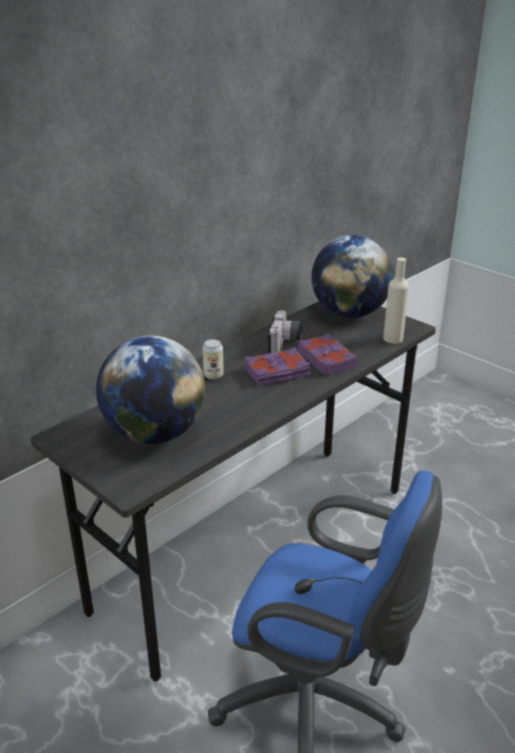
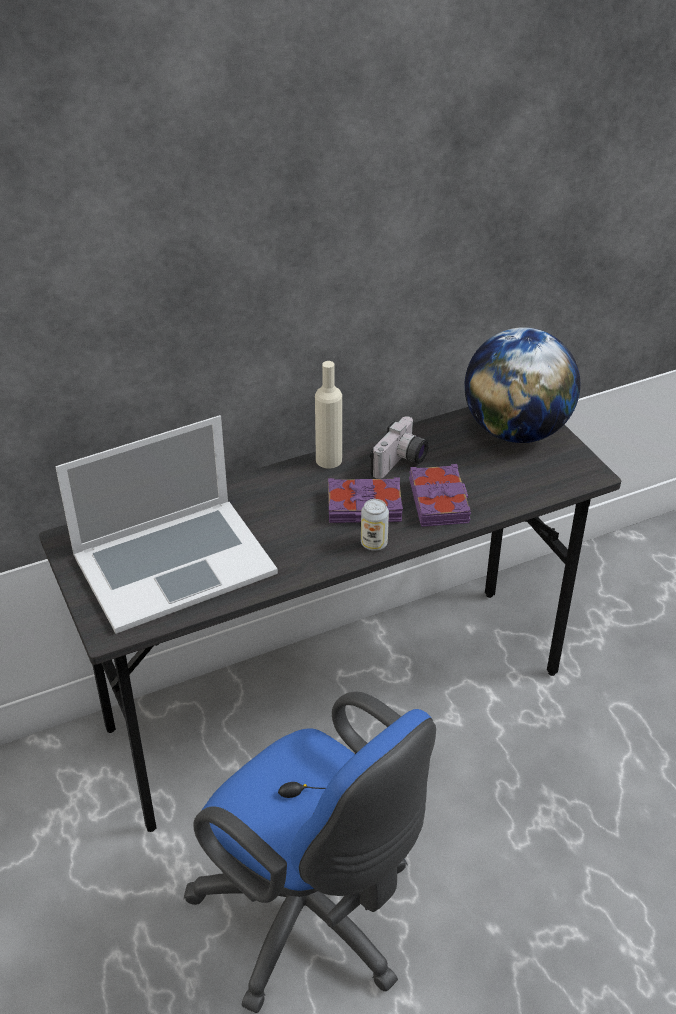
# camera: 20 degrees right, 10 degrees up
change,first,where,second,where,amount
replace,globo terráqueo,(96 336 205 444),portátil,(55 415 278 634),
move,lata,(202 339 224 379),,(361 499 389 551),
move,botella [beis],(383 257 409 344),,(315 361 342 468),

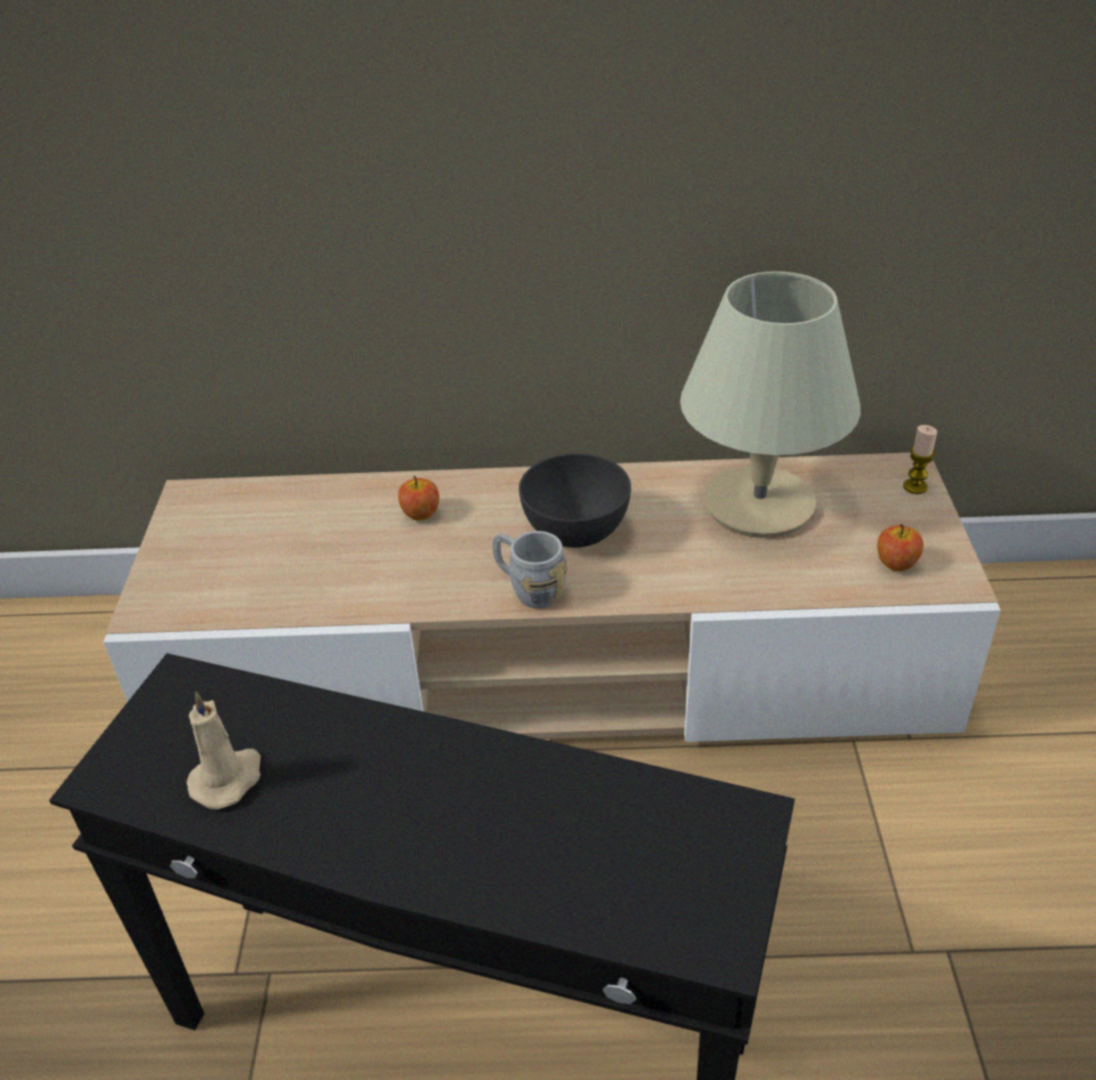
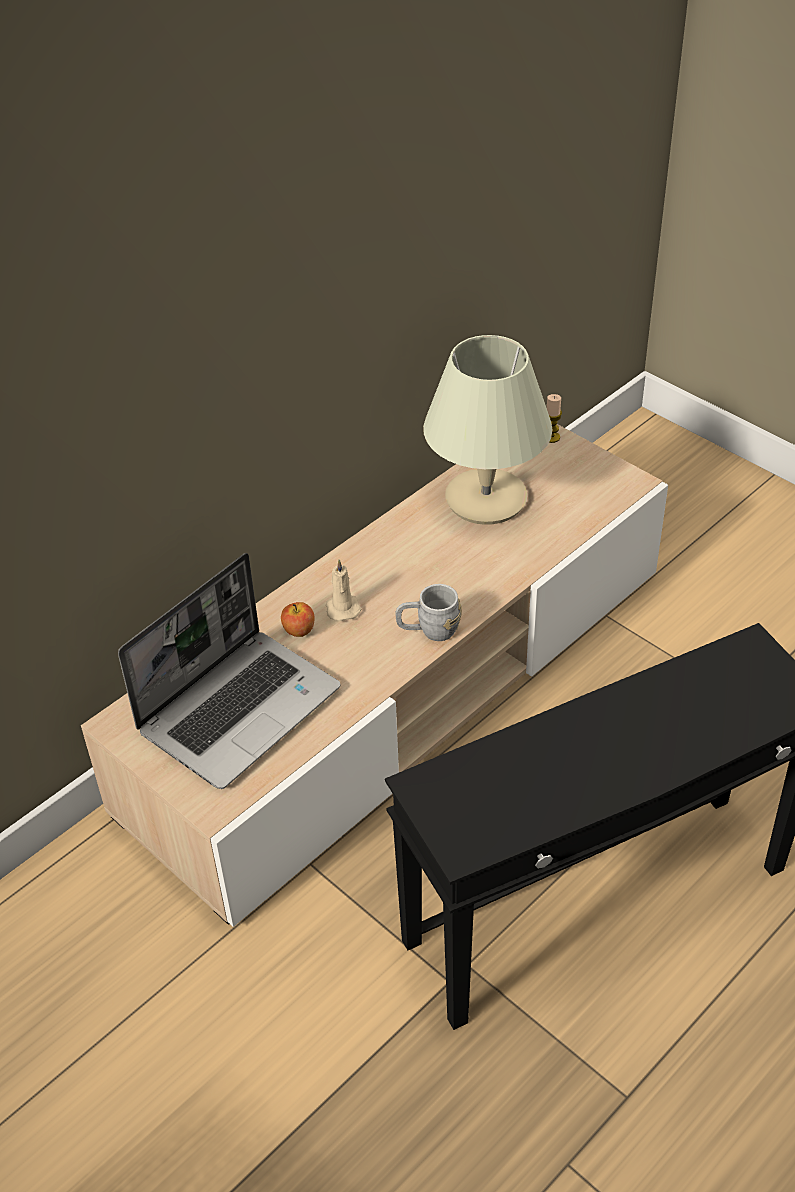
# camera: 45 degrees left, 5 degrees up
change,first,where,second,where,amount
move,vela [beis],(187 691 261 809),,(326 559 361 621),
delete,cuenco [gris],(519 453 631 548),,,
delete,manzana,(877 524 923 571),,,
insert,,,portátil,(118 553 341 789),

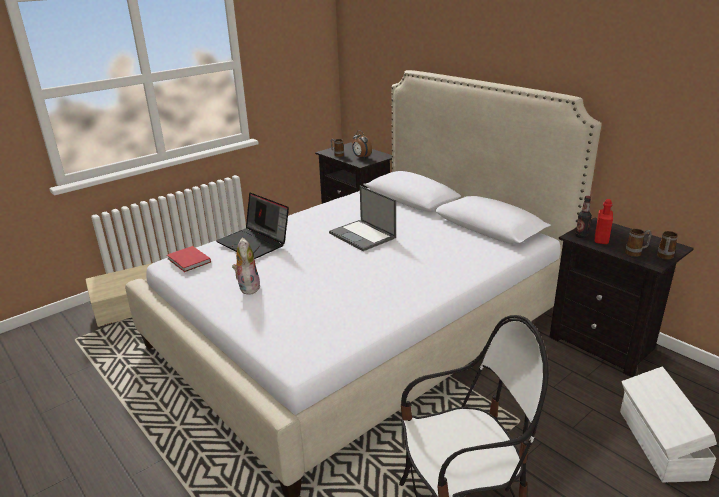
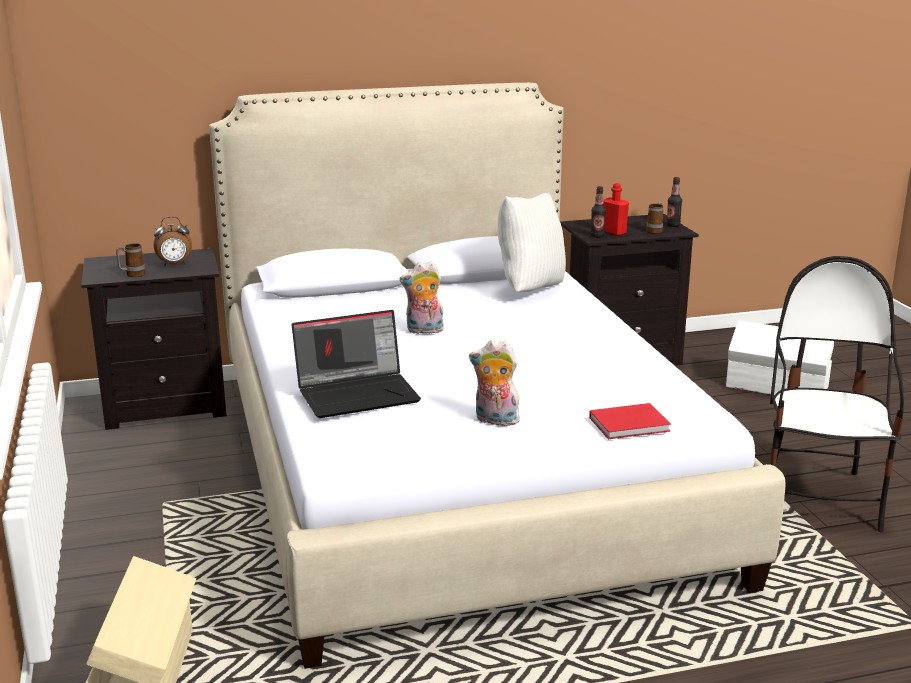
# camera: 65 degrees left, 5 degrees down
change,first,where,second,where,amount
move,libro [rojo],(167 246 211 272),,(589 403 671 439),
replace,portátil,(329 186 396 251),peluche,(400 261 444 334),
replace,taza grande,(657 231 678 259),botella,(666 177 682 227),
insert,,,cojín [blanco],(498 193 566 292),

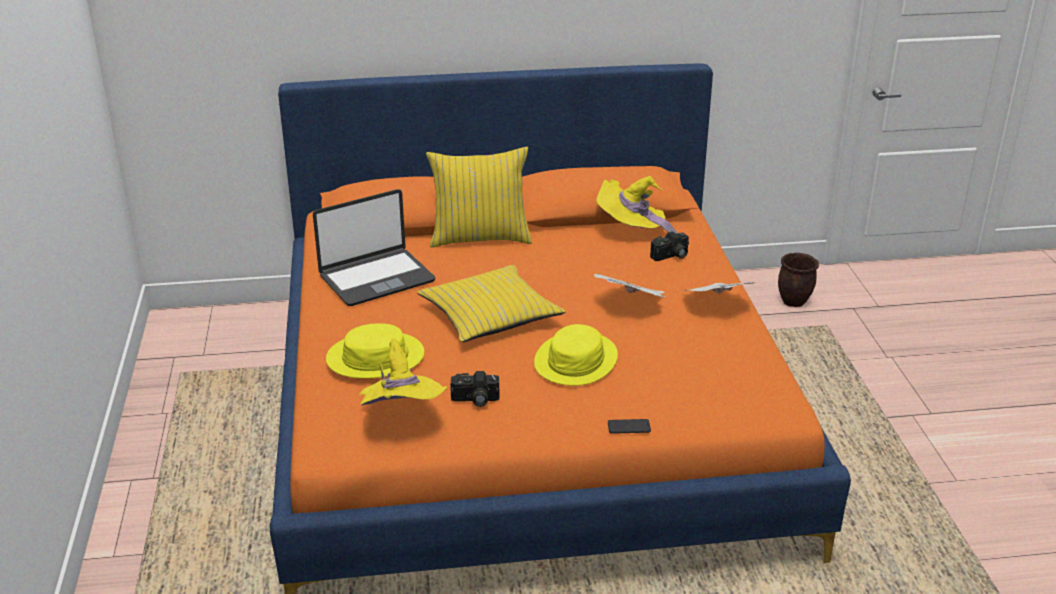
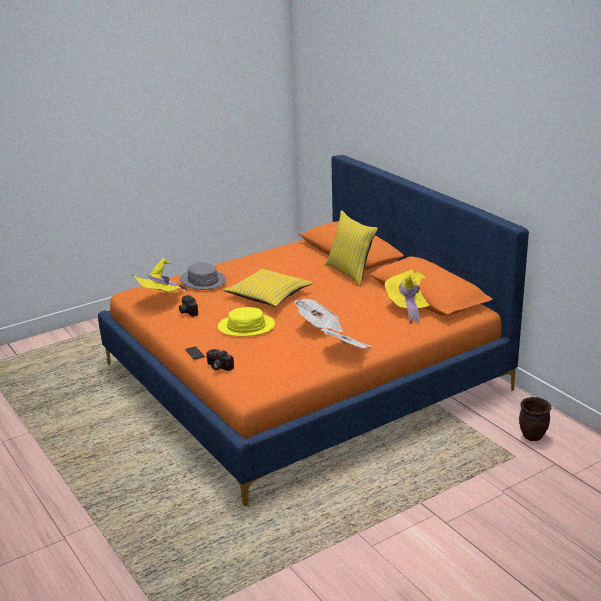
# camera: 65 degrees right, 5 degrees down
change,first,where,second,where,amount
delete,portátil,(313 189 435 306),,,
recolor,sombrero [amarillo],(326 323 424 379),sombrero [gris],(180 262 227 290),
move,cámara,(650 231 689 261),,(206 349 234 371),

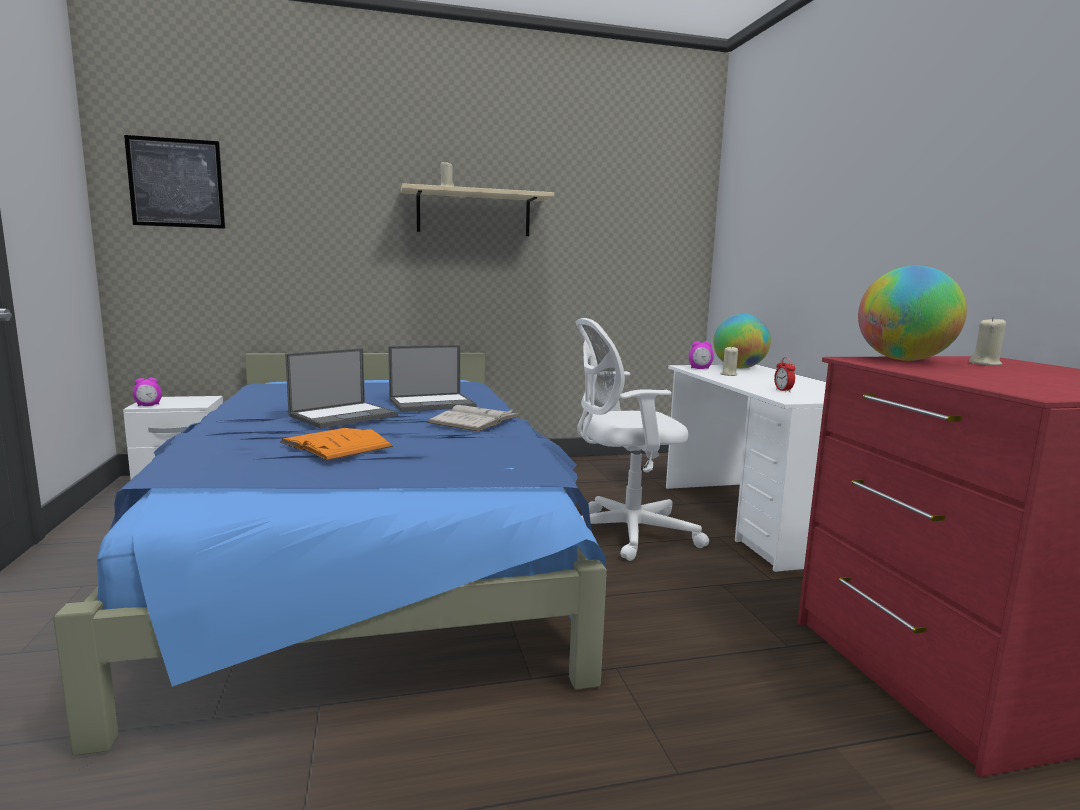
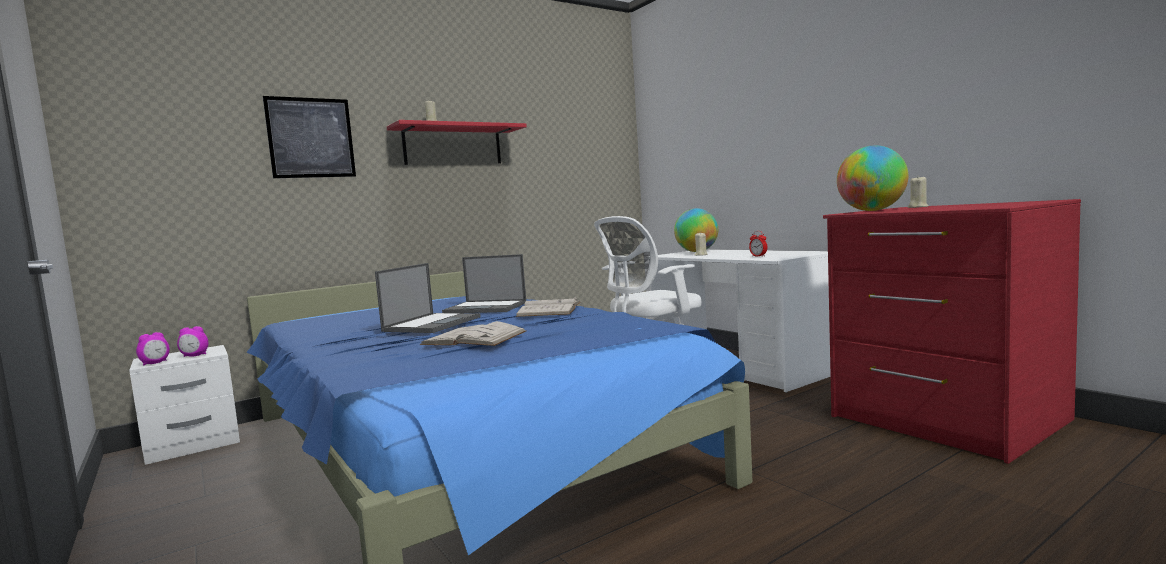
# camera: 20 degrees left, 5 degrees down
change,first,where,second,where,amount
move,cuadro,(124 135 225 229),,(263 96 356 178),
recolor,libro [naranja],(280 428 393 461),libro [blanco],(420 321 527 346),
rotate,portátil,(388 345 477 412),,(442 254 526 313),60 degrees clockwise
recolor,estante [beis],(401 183 554 236),estante [rojo],(387 120 527 165),
move,despertador,(689 341 714 369),,(177 326 208 357),

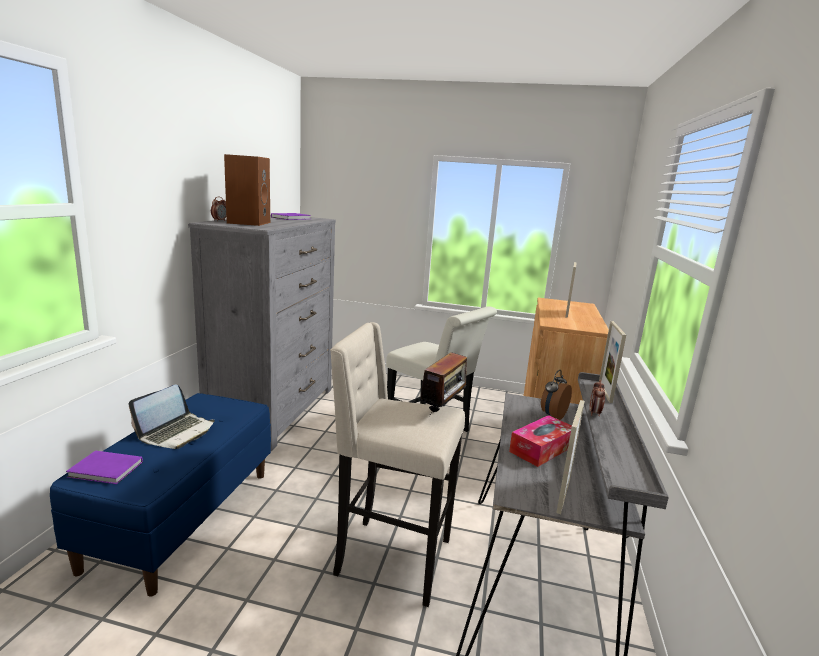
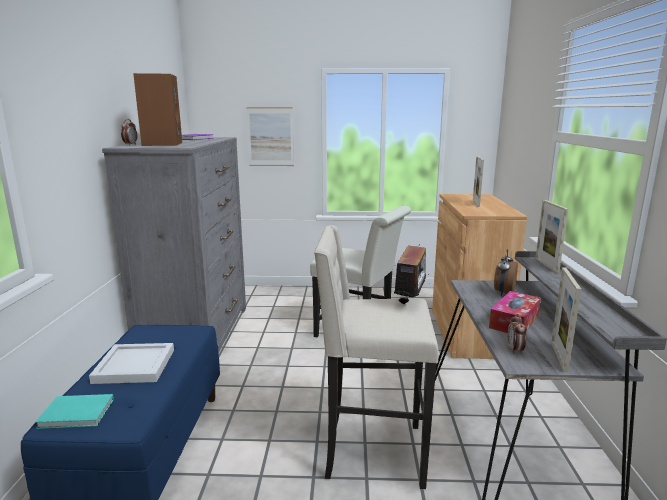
# camera: 10 degrees left, 0 degrees up
change,first,where,second,where,amount
recolor,libro [morado],(66 451 143 484),libro [turquesa],(35 394 114 429),
replace,portátil,(129 385 214 449),bandeja [blanco],(89 343 174 384),
move,despertador,(589 380 605 416),,(508 314 526 354),
insert,,,cuadro,(246 107 294 166),

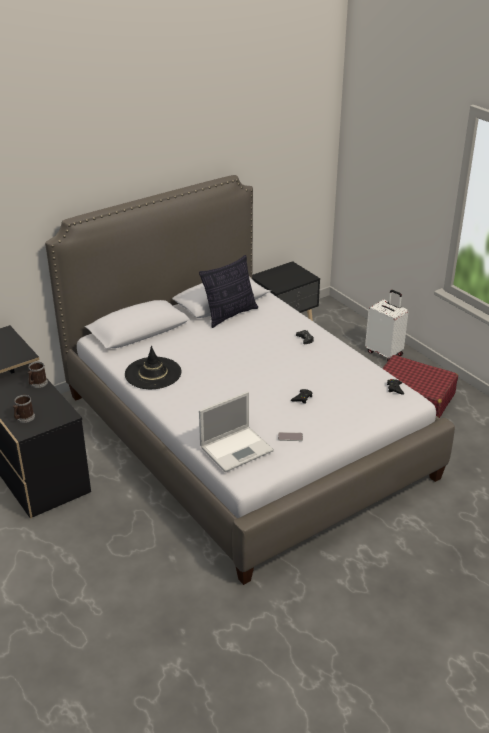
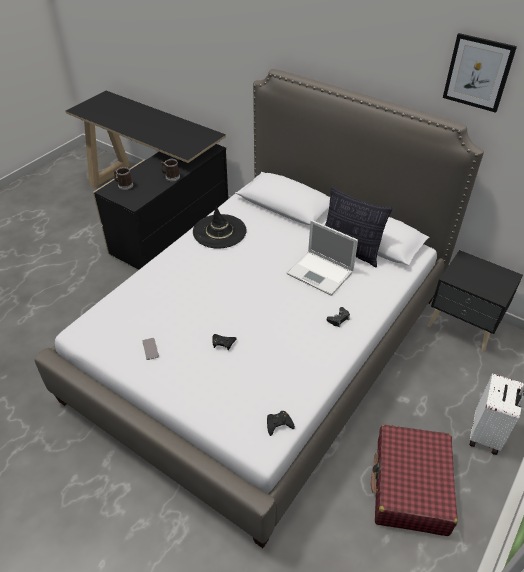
# camera: 70 degrees right, 10 degrees up
change,first,where,second,where,amount
move,portátil,(199 391 274 472),,(286 220 358 296),
insert,,,cuadro,(443 33 517 113),

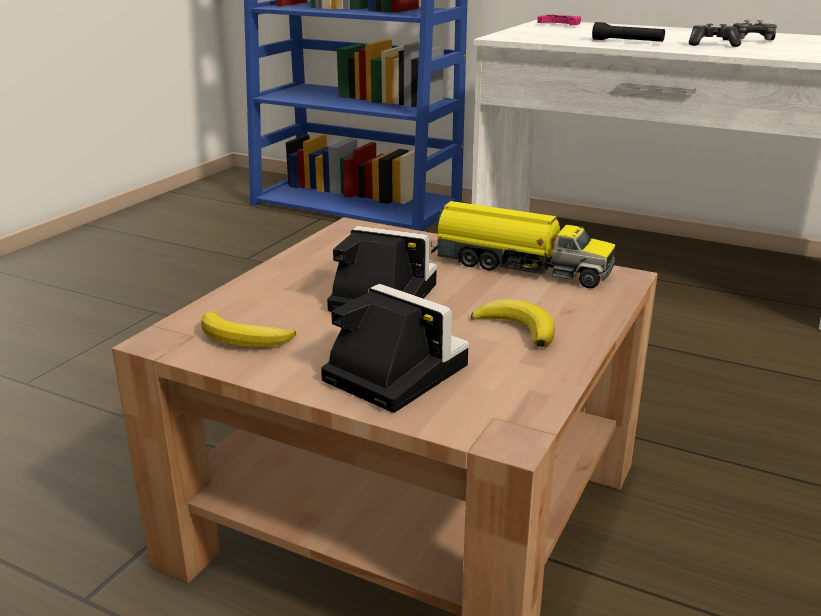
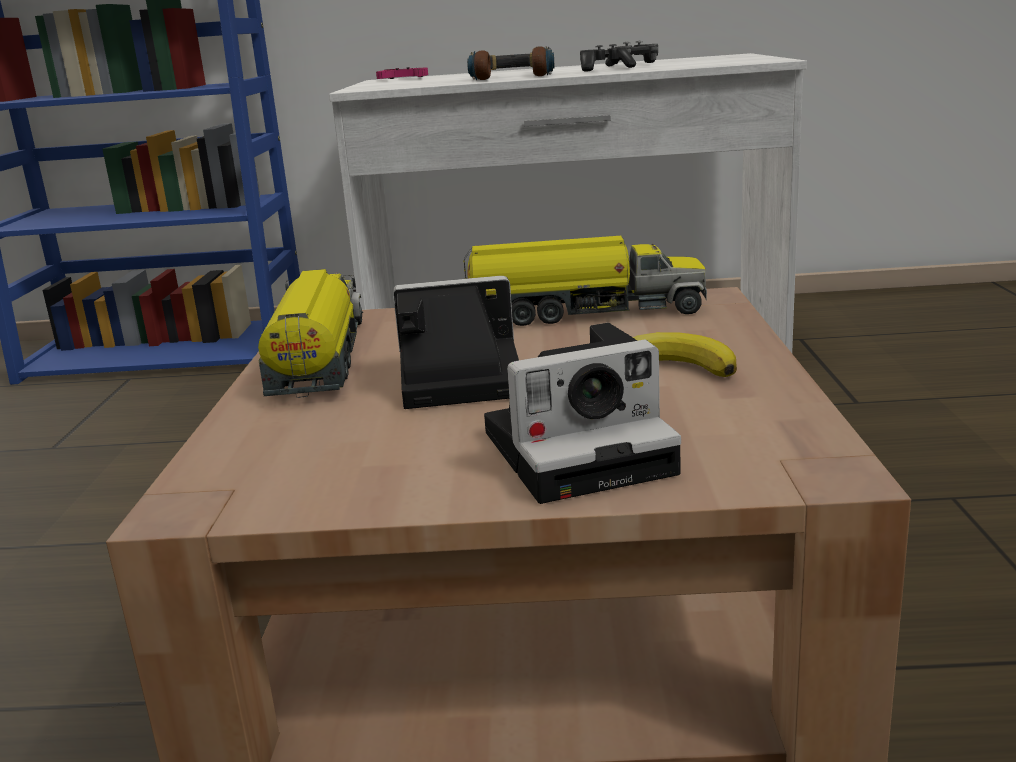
# camera: 25 degrees left, 5 degrees down
change,first,where,second,where,amount
delete,plátano,(201 311 296 347),,,
rotate,cámara,(321 284 469 413),,(484 323 681 504),150 degrees clockwise
replace,linterna [negro],(592 22 665 42),auriculares,(467 46 555 80),
insert,,,camión de juguete,(258 269 363 398),

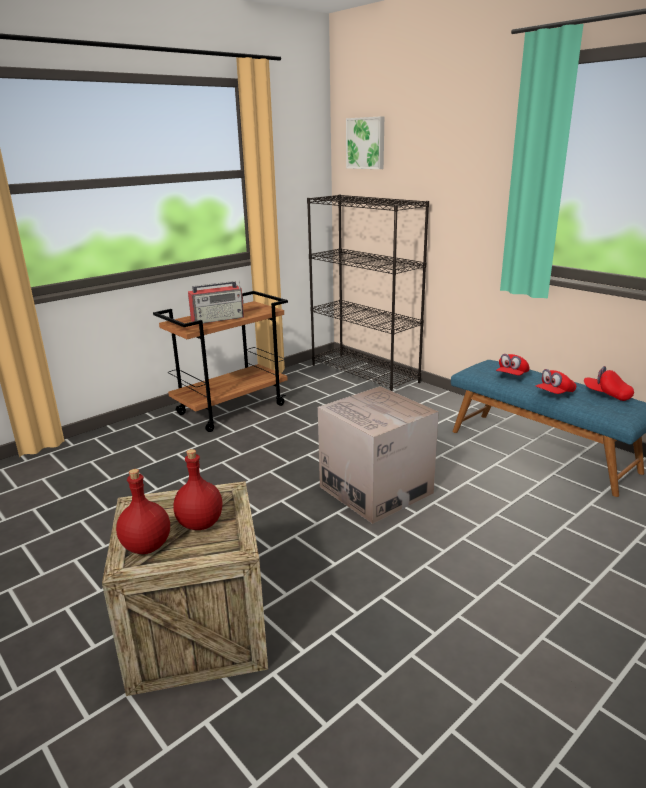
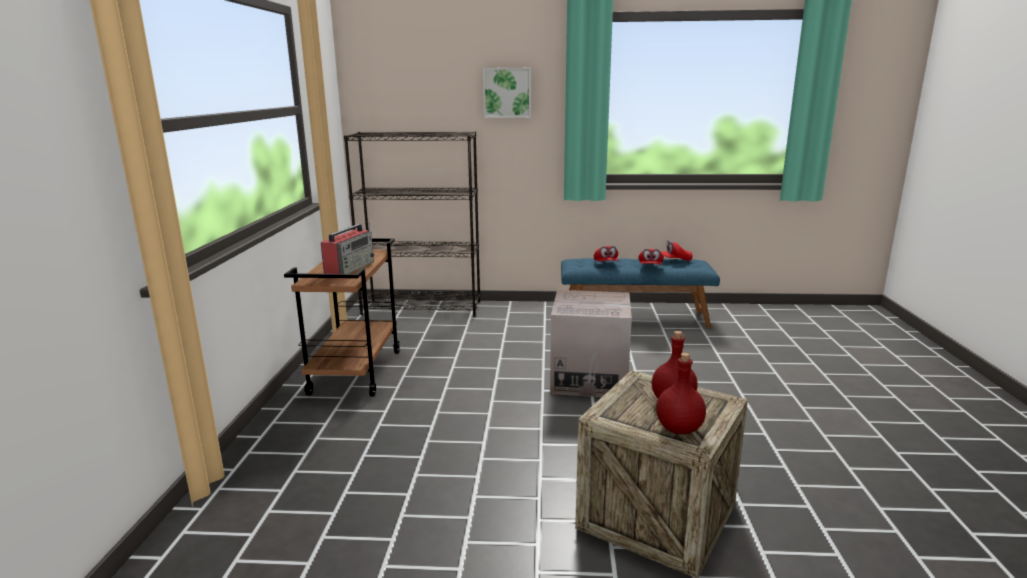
# camera: 45 degrees left, 5 degrees down
change,first,where,second,where,amount
move,cuadro,(346 117 384 169),,(483 68 531 118),

